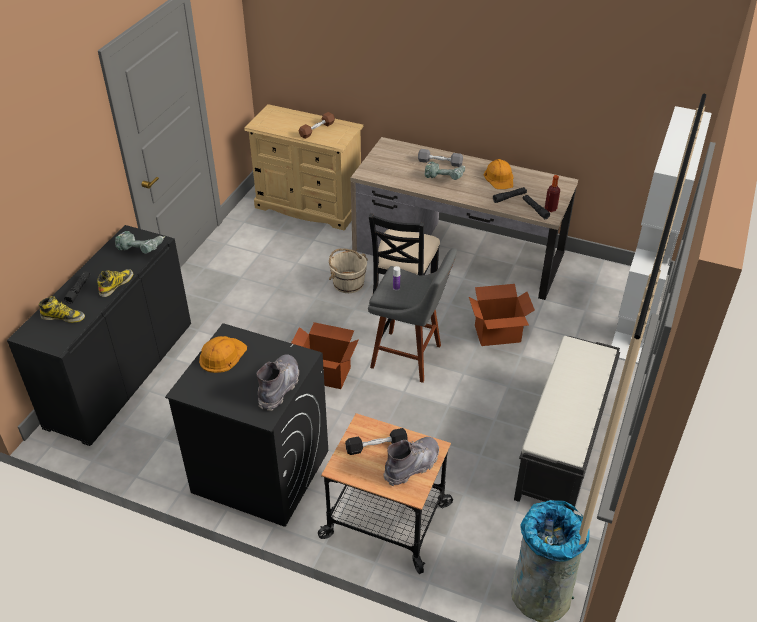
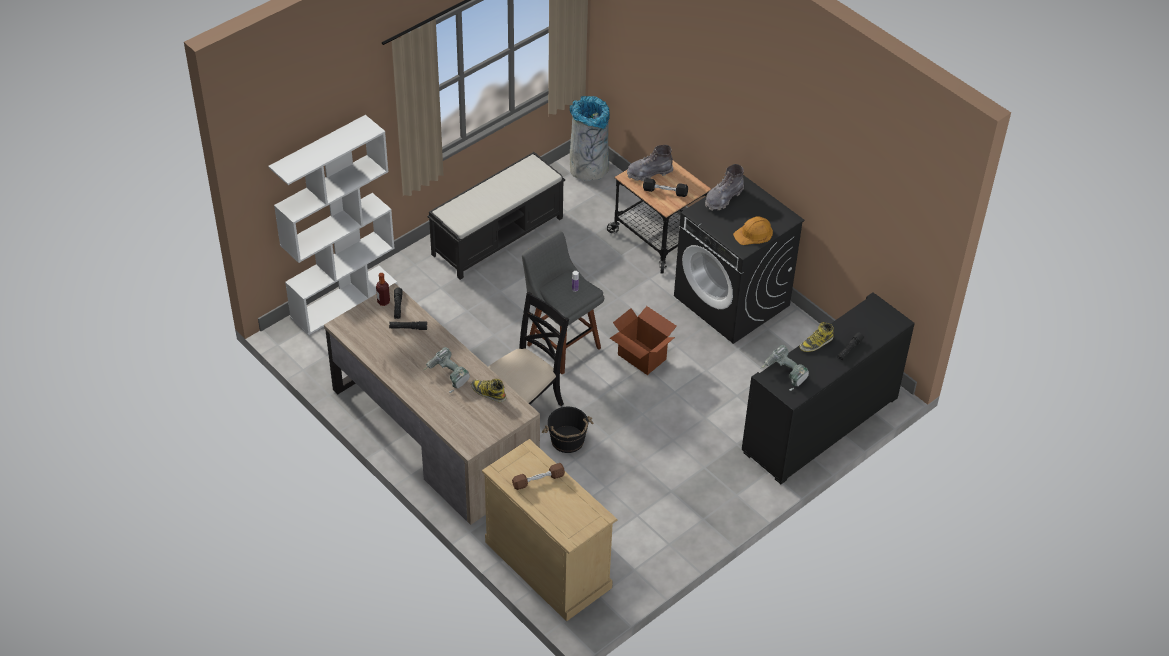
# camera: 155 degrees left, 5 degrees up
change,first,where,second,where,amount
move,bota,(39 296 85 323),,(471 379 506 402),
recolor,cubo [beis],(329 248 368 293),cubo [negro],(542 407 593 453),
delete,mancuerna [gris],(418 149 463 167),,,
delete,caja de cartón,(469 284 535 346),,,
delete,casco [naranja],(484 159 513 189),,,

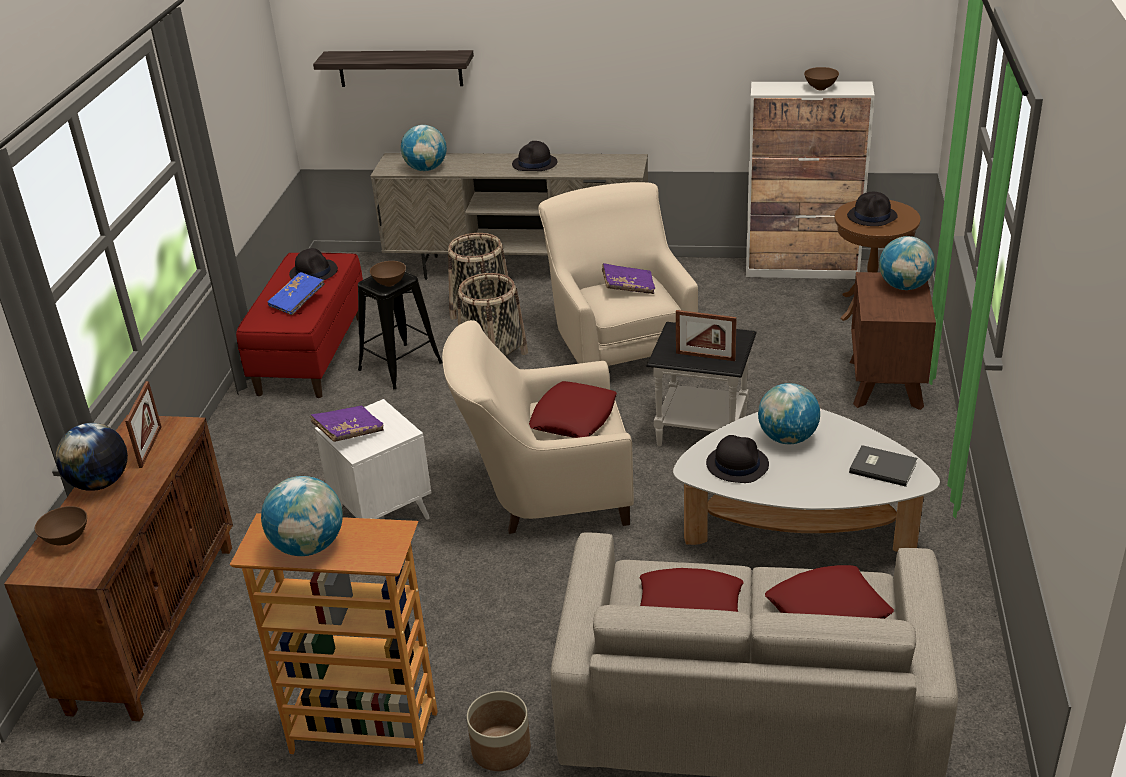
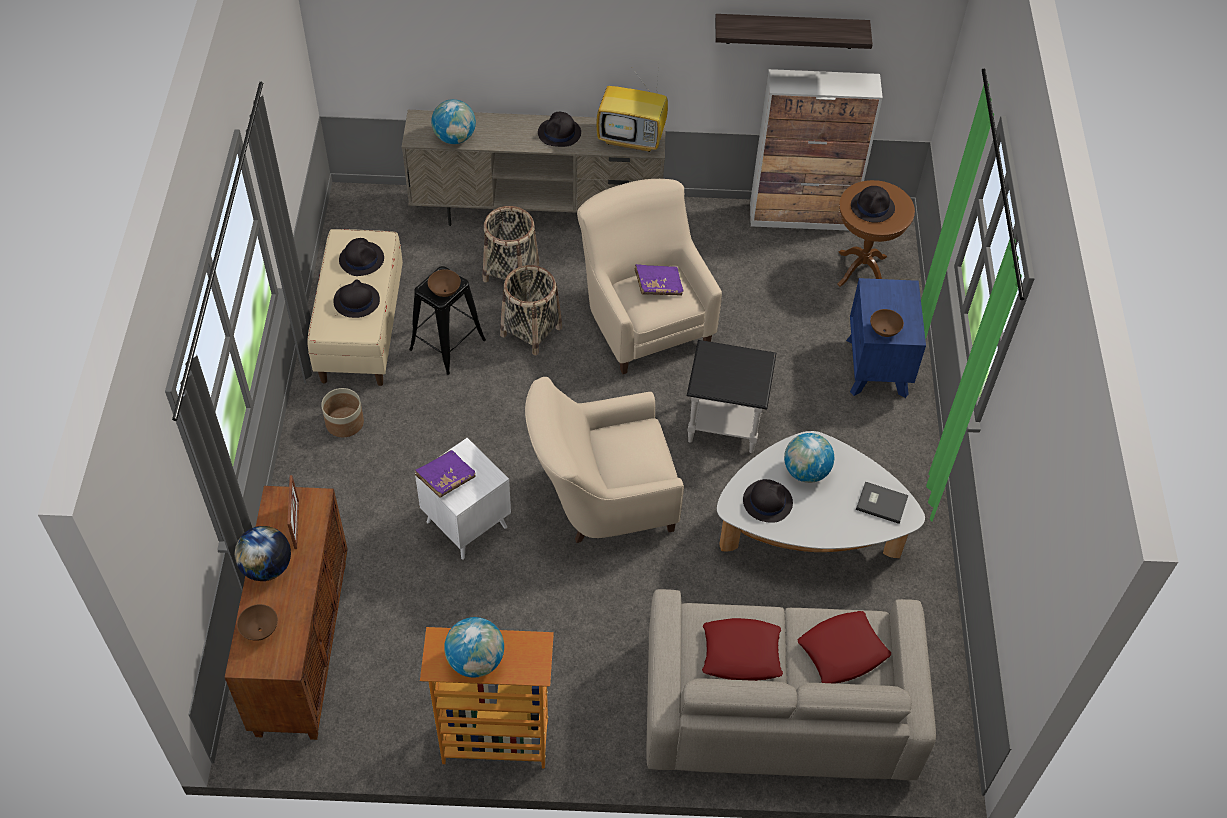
# camera: 10 degrees left, 20 degrees up
change,first,where,second,where,amount
recolor,banco [rojo],(236 253 363 398),banco [beis],(307 229 403 386),
replace,libro [azul],(268 272 325 315),sombrero [negro],(333 279 380 318),
move,estante,(313 50 474 87),,(715 14 873 49),
move,maceta,(467 691 531 771),,(321 388 364 437),
delete,cojín [rojo],(529 381 617 438),,,
delete,portarretratos,(676 310 737 361),,,
move,cuenco [marrón],(804 67 839 90),,(870 309 904 337),
recolor,mesita de noche [marrón],(850 272 936 410),mesita de noche [azul],(846 278 926 398),
delete,globo terráqueo,(879 236 935 290),,,
insert,,,televisor,(596 65 668 152),

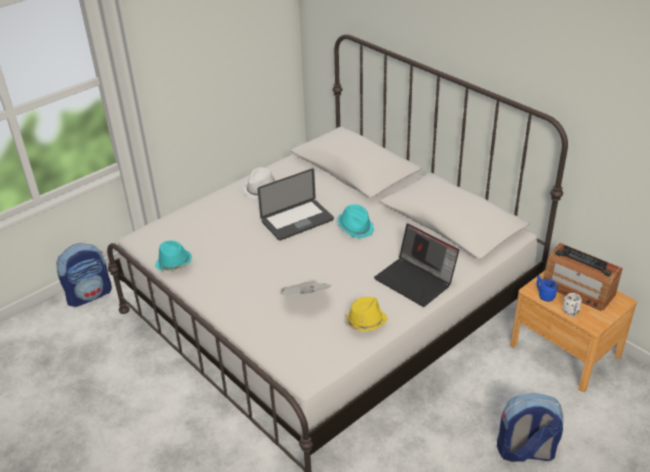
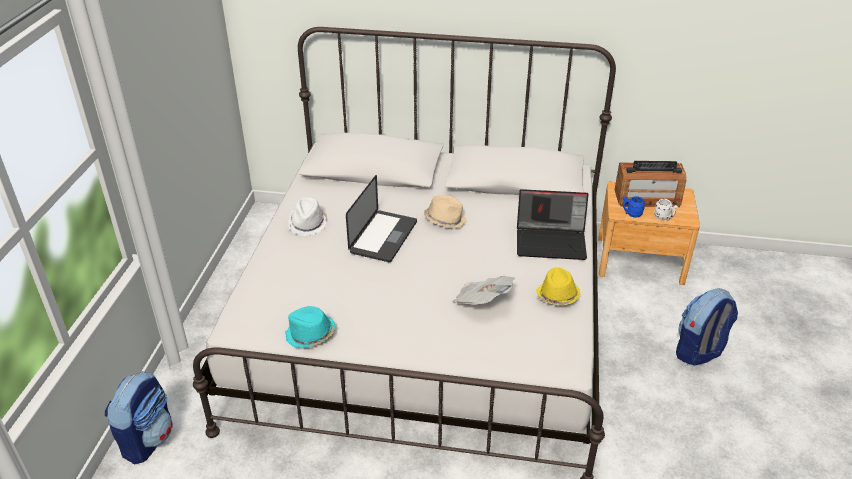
# camera: 40 degrees left, 0 degrees up
change,first,where,second,where,amount
recolor,sombrero [turquesa],(338 204 374 238),sombrero [beis],(424 195 467 229),

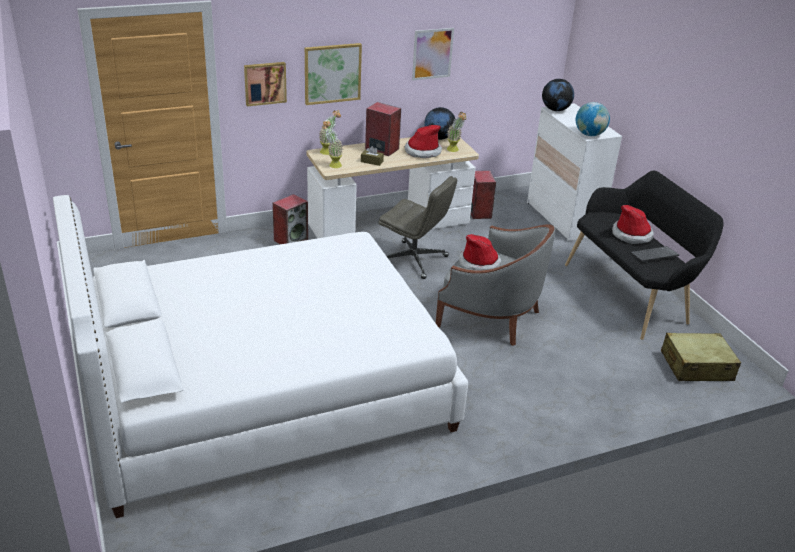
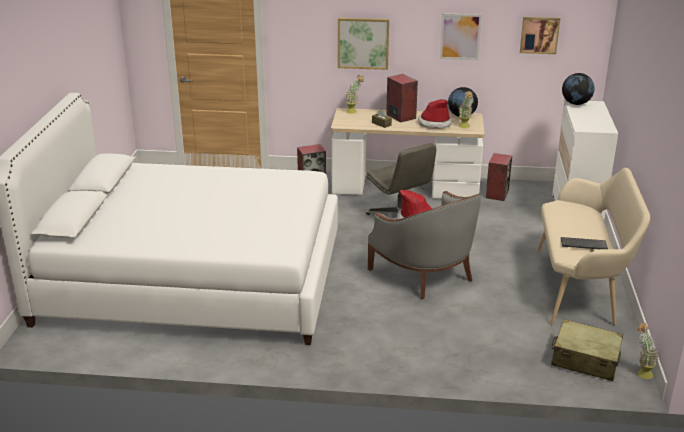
# camera: 30 degrees right, 5 degrees down
change,first,where,second,where,amount
move,cuadro,(244 62 287 106),,(520 17 560 54),
move,planta en maceta,(322 120 343 168),,(637 323 659 379),
recolor,banco [negro],(565 171 724 340),banco [beis],(537 168 650 325),
delete,globo terráqueo,(576 102 610 136),,,
delete,sombrero,(612 205 654 244),,,

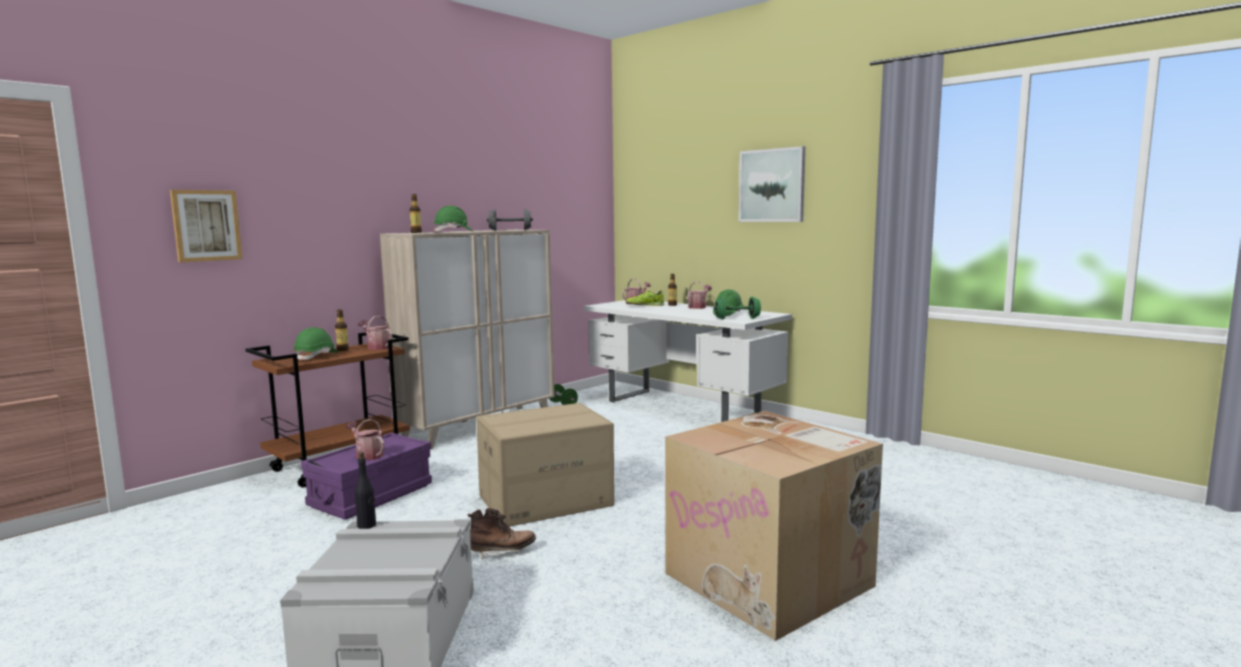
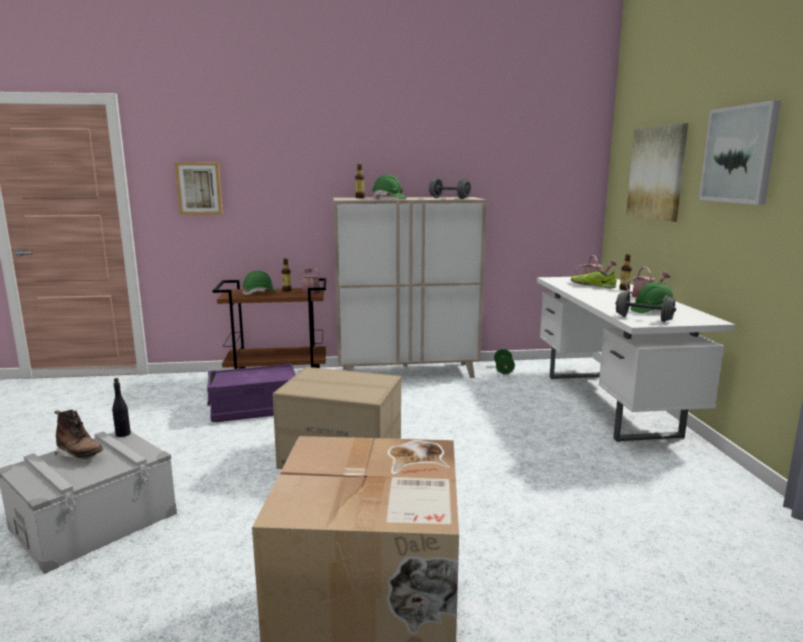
# camera: 40 degrees right, 5 degrees up
change,first,where,second,where,amount
delete,regadera,(346 419 384 461),,,
move,bota [marrón],(467 508 536 560),,(54 410 104 460),
recolor,mancuerna [verde],(714 297 761 319),mancuerna [gris],(616 291 676 322),
insert,,,cuadro,(626 123 688 222),

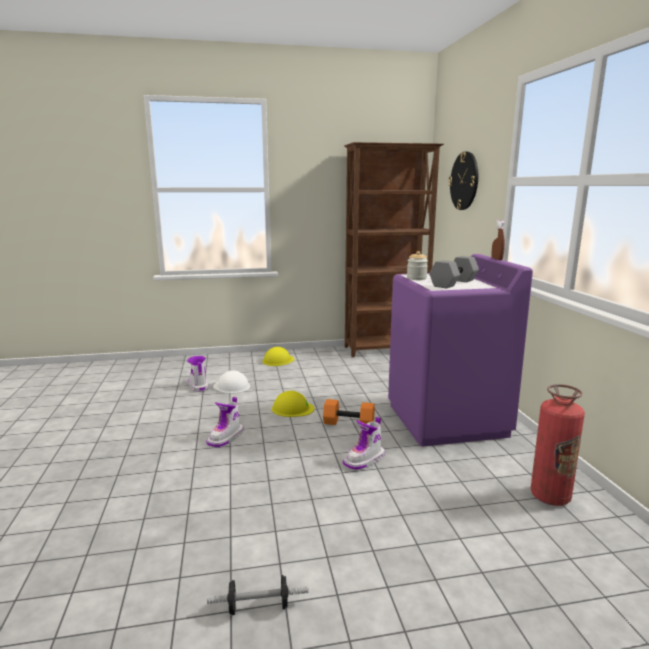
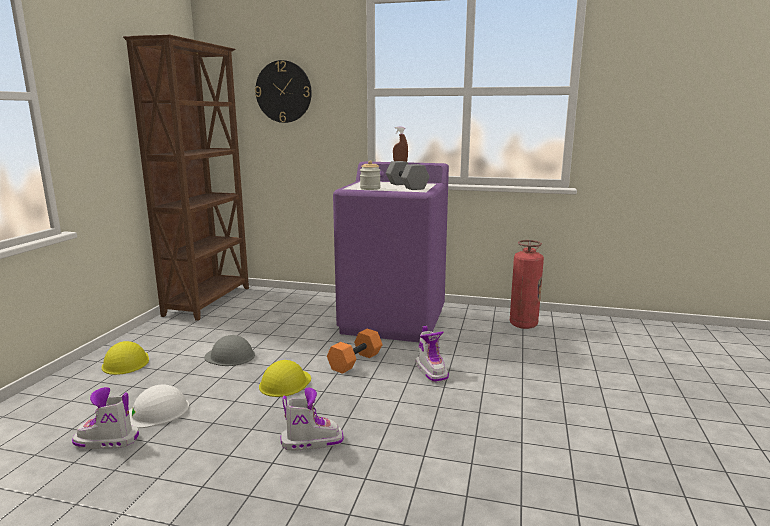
# camera: 65 degrees left, 0 degrees up
change,first,where,second,where,amount
rotate,bota,(206 397 244 448),,(281 388 343 450),60 degrees counterclockwise
delete,mancuerna,(207 575 308 615),,,
insert,,,casco [gris],(204 335 255 366),

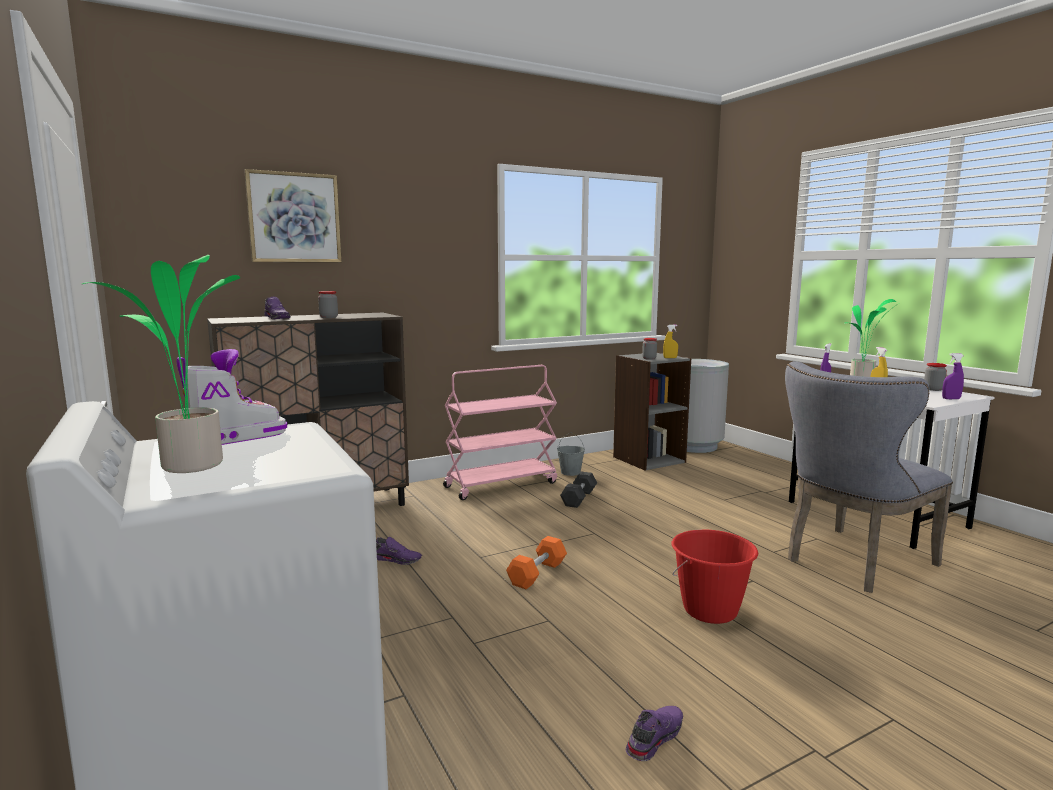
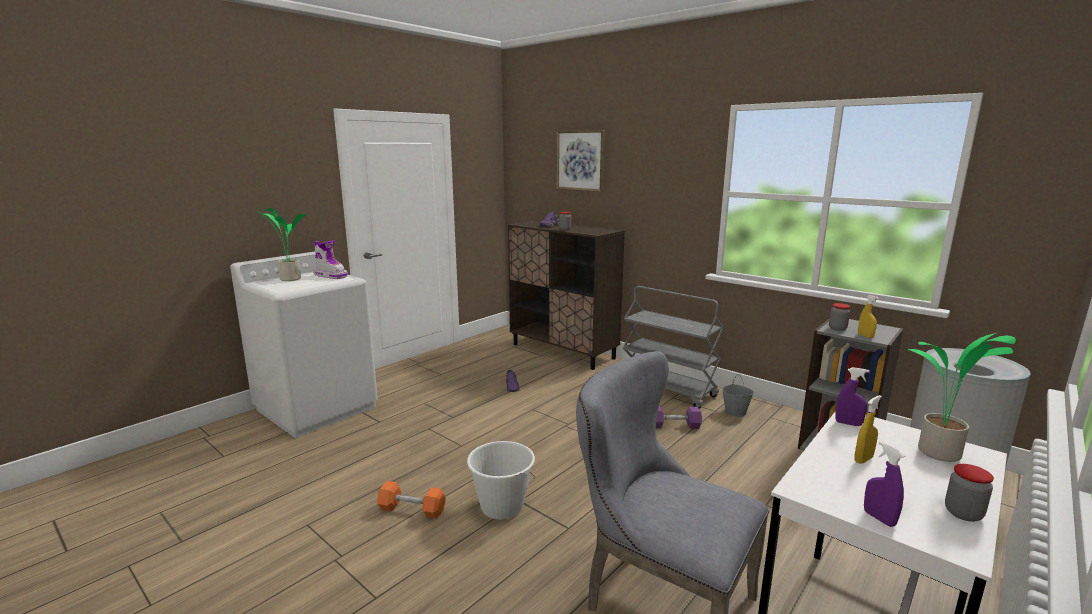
# camera: 70 degrees right, 5 degrees up
change,first,where,second,where,amount
recolor,carrito [rosa],(443 365 557 500),carrito [gris],(623 286 724 409),
move,mancuerna [naranja],(506 536 567 589),,(377 481 446 519),
recolor,mancuerna [gris],(560 472 597 508),mancuerna [morado],(656 406 702 429),
delete,zapato [morado],(626 706 683 761),,,
recolor,cubo [rojo],(672 529 758 624),cubo [blanco],(467 441 535 520),

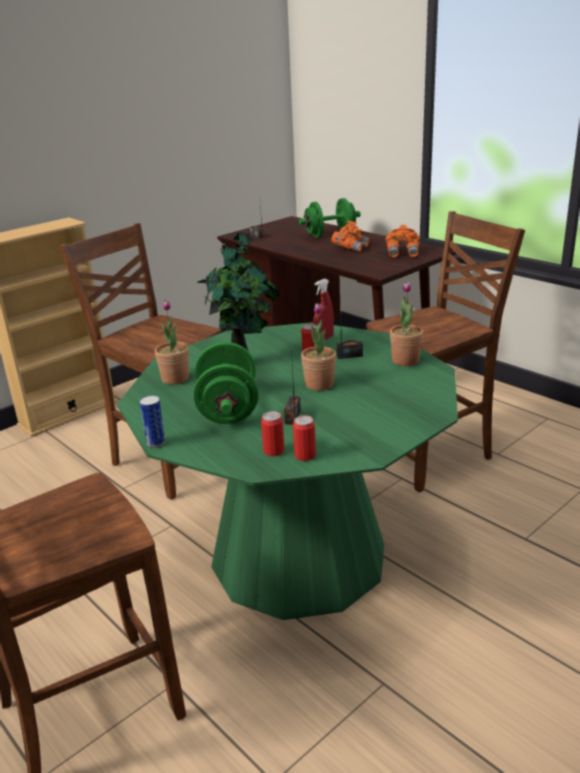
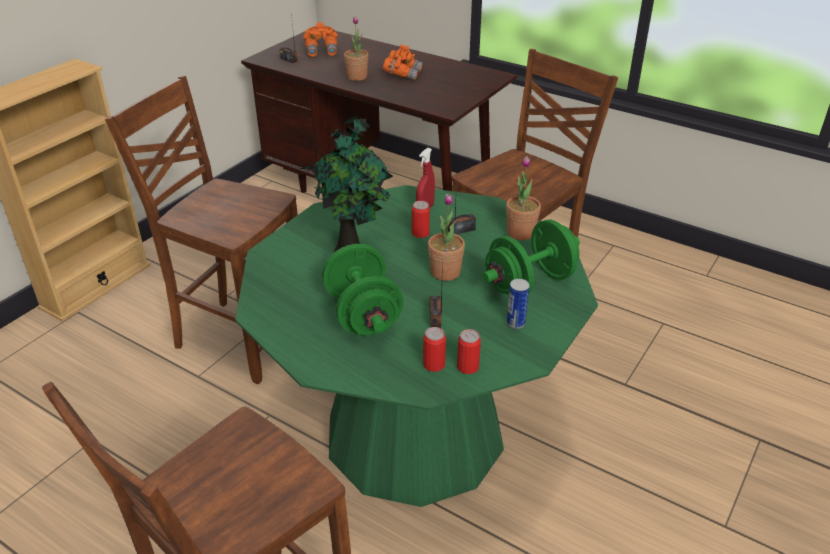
# camera: 15 degrees left, 10 degrees up
change,first,where,second,where,amount
move,lata,(140 396 165 448),,(507 279 530 329),
move,planta en maceta,(155 300 189 385),,(344 16 369 81),
move,mancuerna [verde],(299 198 361 238),,(482 219 580 296),
move,prismáticos [naranja],(386 225 420 258),,(303 22 338 57),

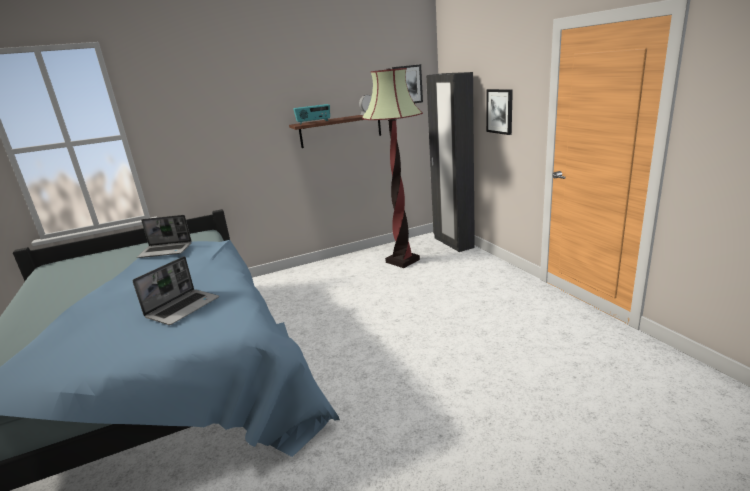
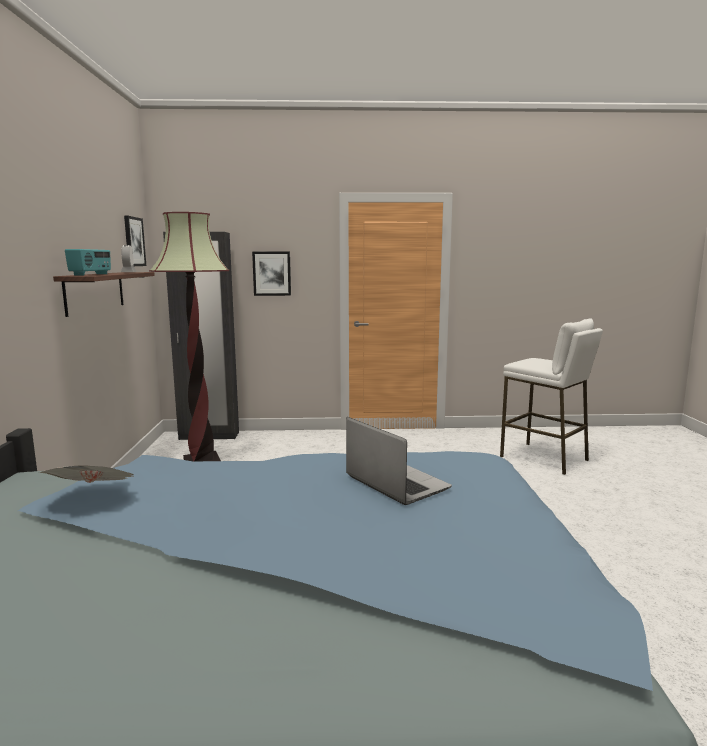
# camera: 70 degrees left, 10 degrees down
change,first,where,second,where,amount
replace,portátil,(137 215 192 258),periódico,(38 465 134 483),
insert,,,taburete [blanco],(500 318 603 475),

